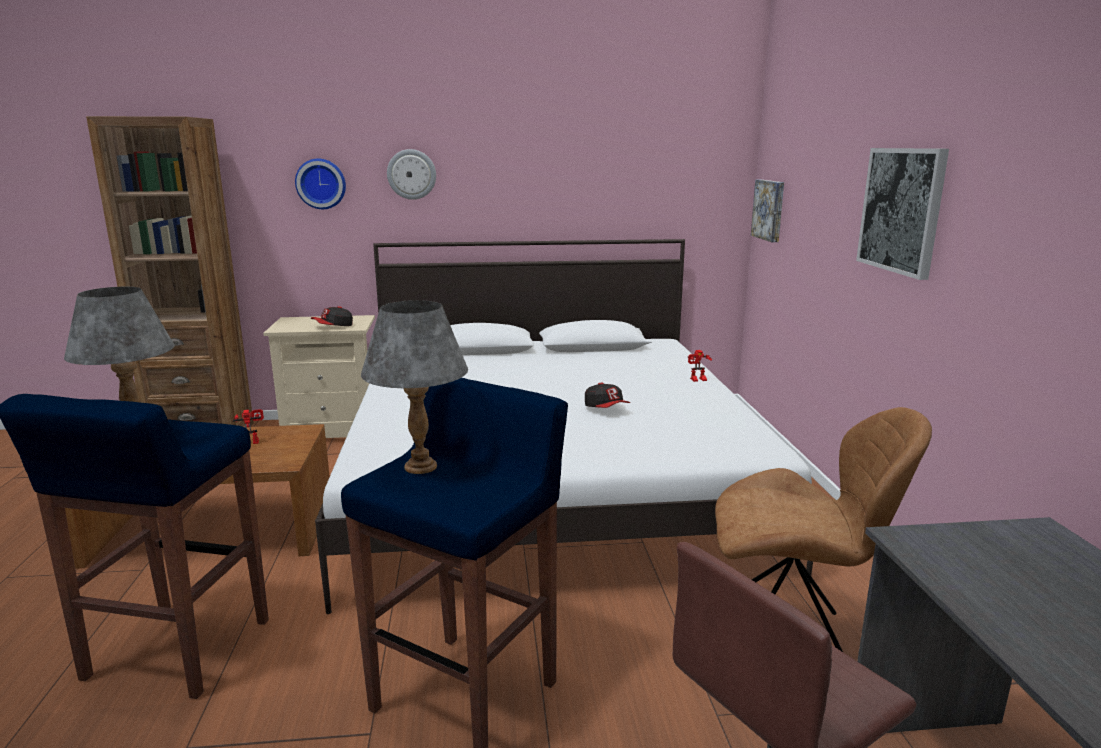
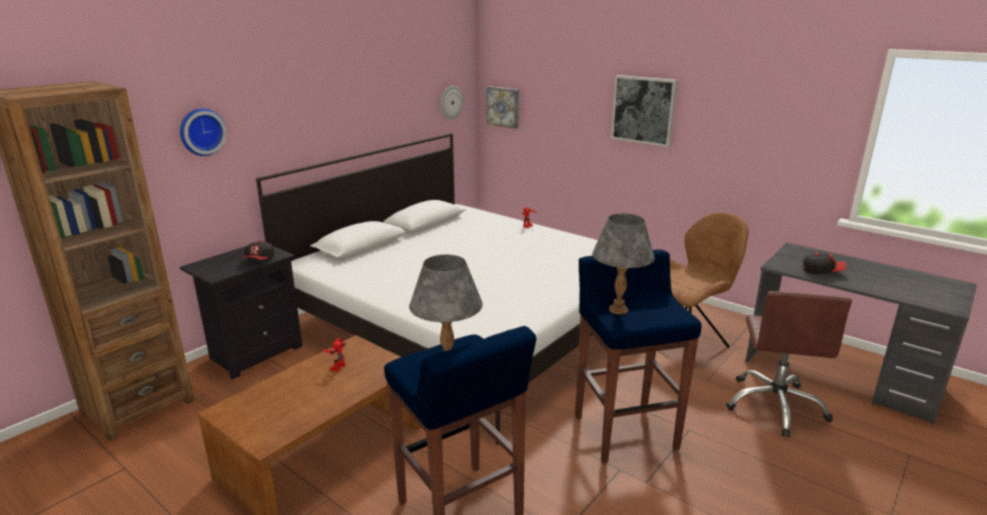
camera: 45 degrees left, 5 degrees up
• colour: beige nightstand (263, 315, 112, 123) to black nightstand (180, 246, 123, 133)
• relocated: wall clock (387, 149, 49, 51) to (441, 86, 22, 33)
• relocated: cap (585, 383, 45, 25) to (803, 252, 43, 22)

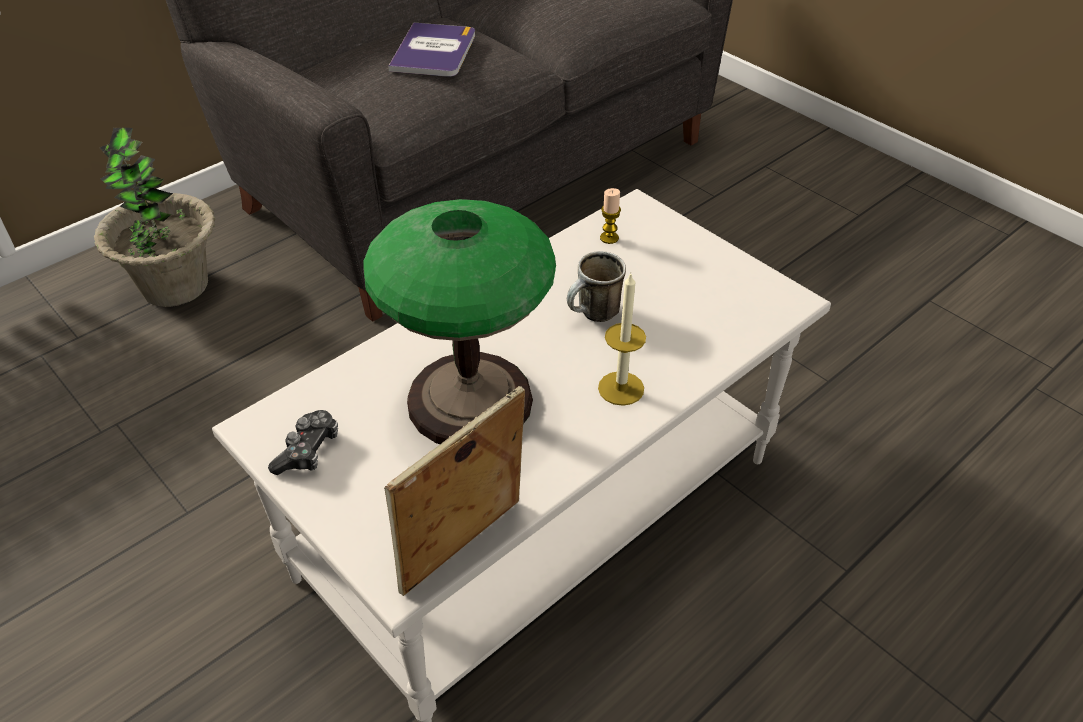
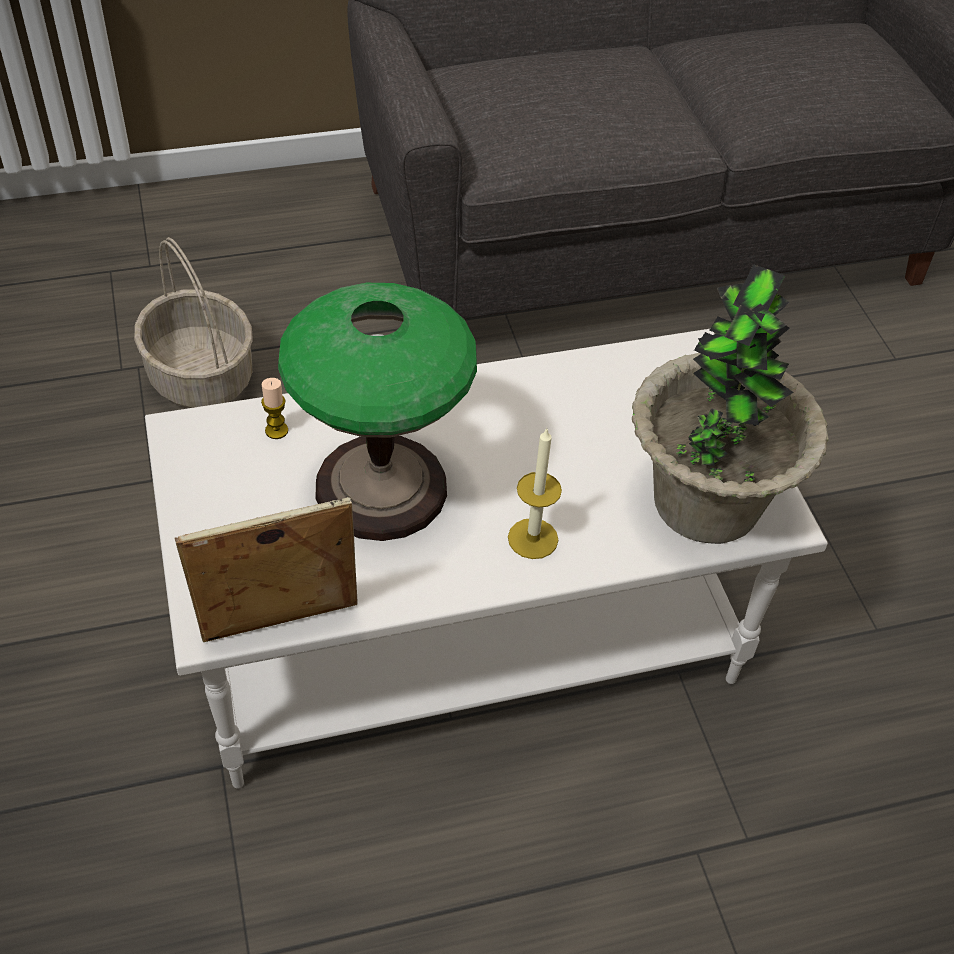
camera: 25 degrees right, 5 degrees up
• relocated: potted plant (94, 128, 121, 179) to (632, 264, 197, 280)
• missing: game controller (268, 410, 70, 65)
• missing: book (388, 22, 87, 55)
• missing: mug (567, 251, 59, 71)
• relocated: candle (600, 188, 21, 56) to (261, 378, 27, 61)
• appeared: basket (134, 237, 119, 171)

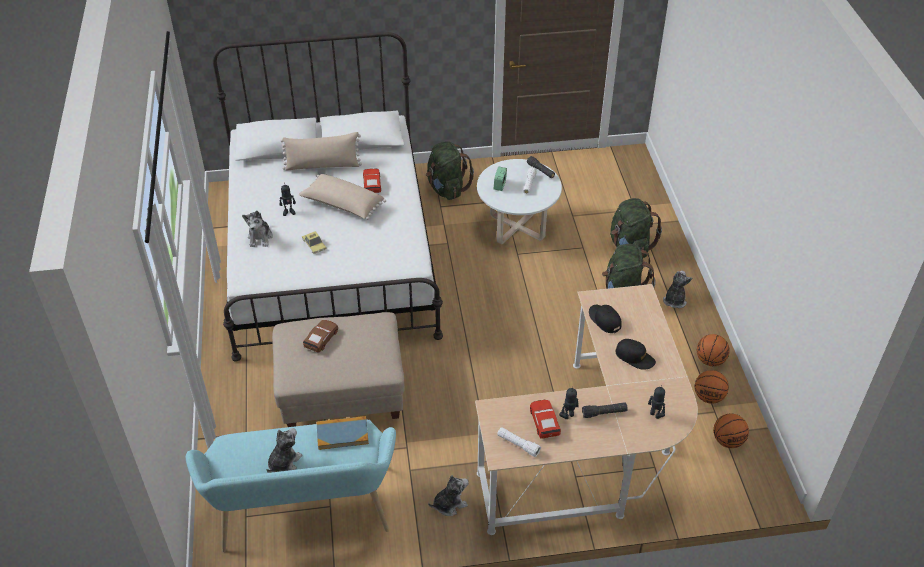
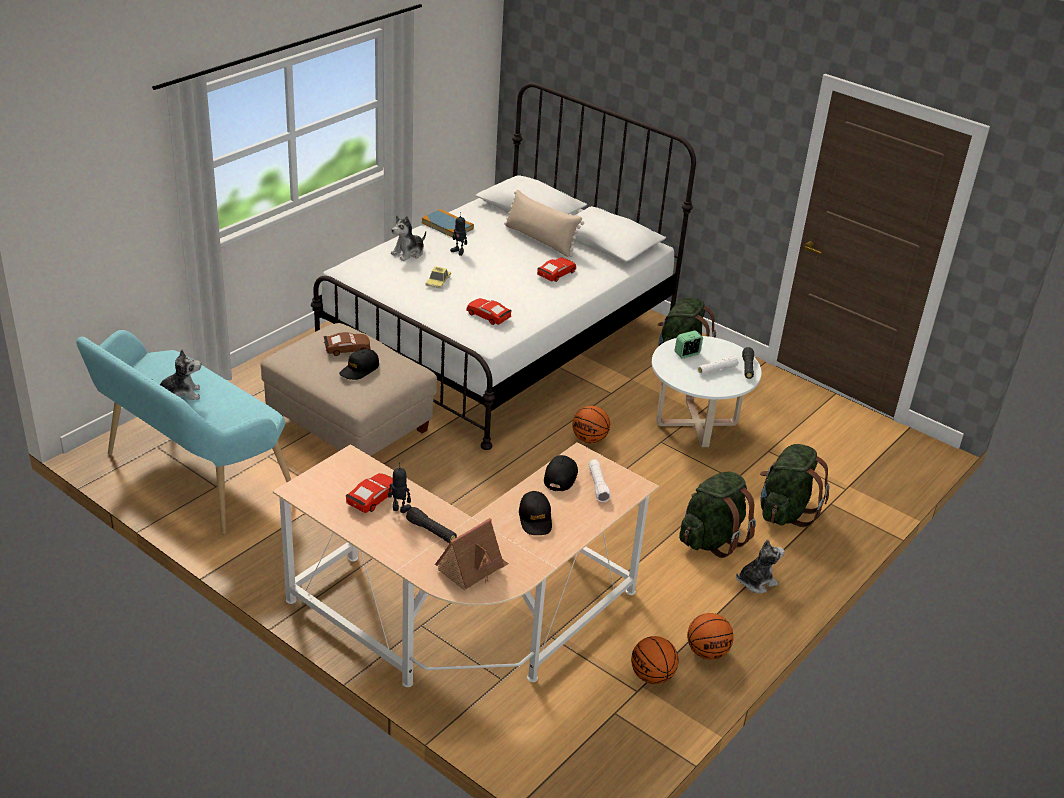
camera: 45 degrees right, 10 degrees down
• missing: beige pillow (299, 174, 87, 46)
• relocated: book (317, 416, 52, 34) to (421, 209, 53, 29)
• missing: plush toy (428, 475, 41, 41)
• relocated: white flashlight (497, 427, 44, 30) to (589, 460, 22, 42)
• exchanged: toy robot (648, 385, 17, 34) to toy house (435, 518, 74, 73)
• relocated: basketball (713, 413, 36, 35) to (573, 406, 37, 38)
• appeared: black cap (339, 349, 40, 31)
• appeared: red toy car (466, 298, 46, 27)

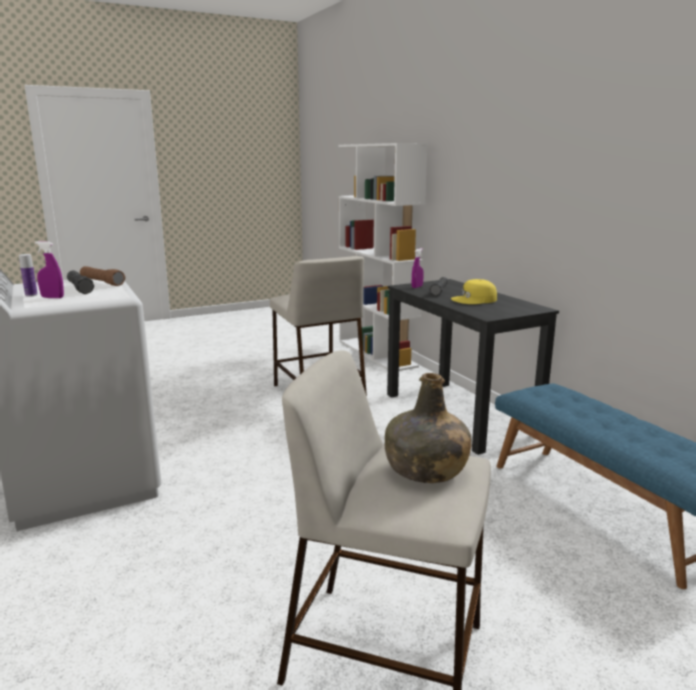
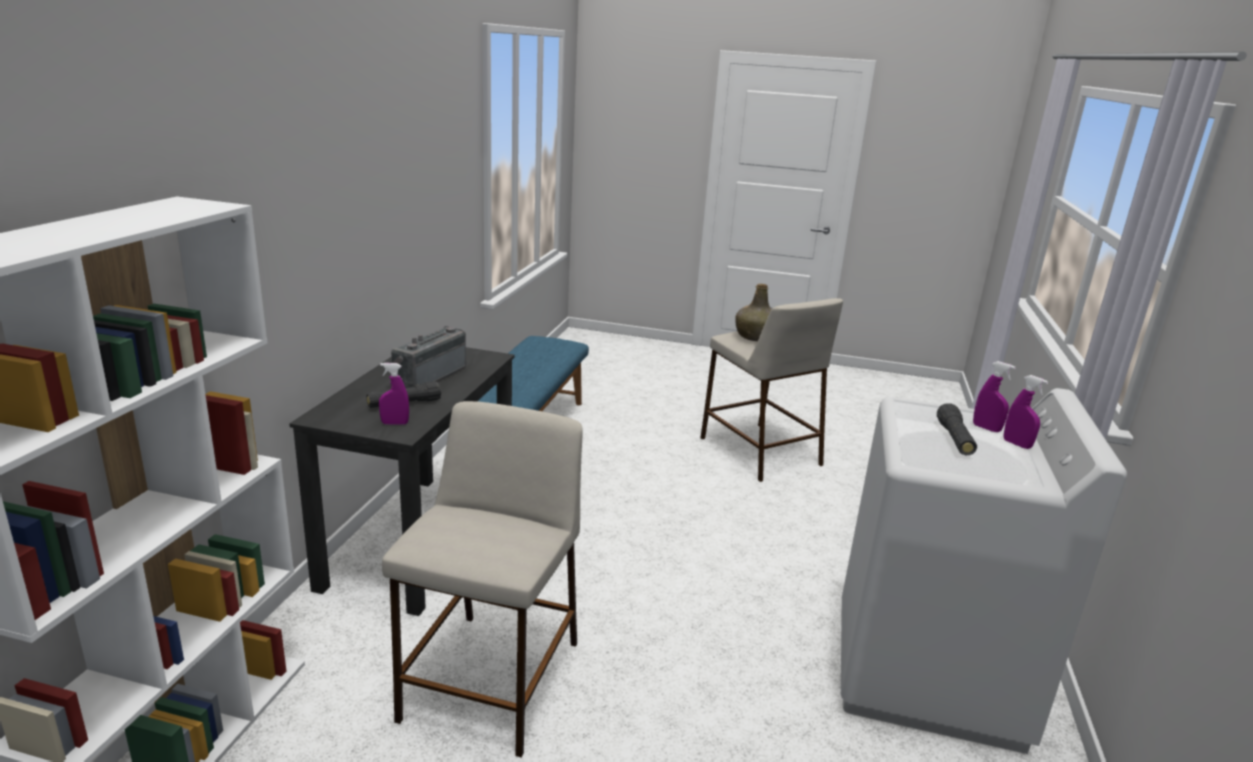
camera: 140 degrees left, 5 degrees up
• exchanged: bottle (19, 254, 19, 43) to purple spray bottle (1004, 375, 44, 74)
• missing: brown flashlight (80, 266, 45, 20)
• exchanged: yellow cap (451, 279, 46, 25) to radio (387, 326, 79, 62)

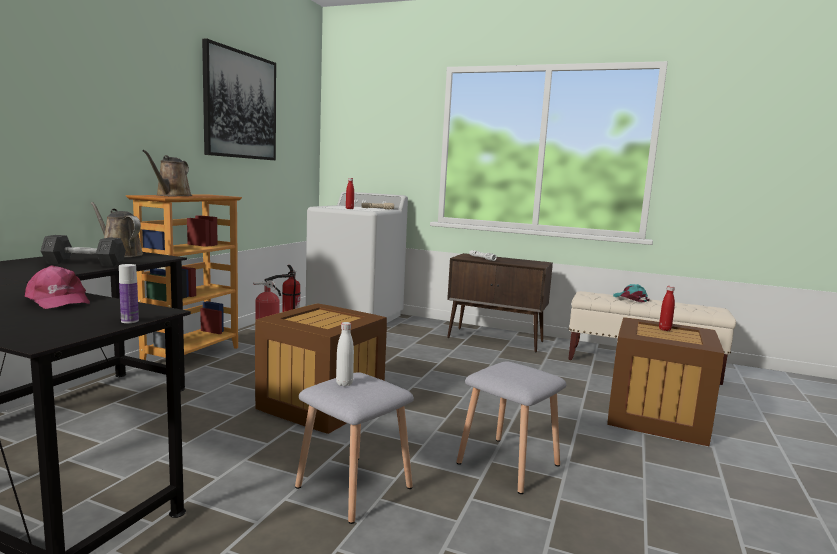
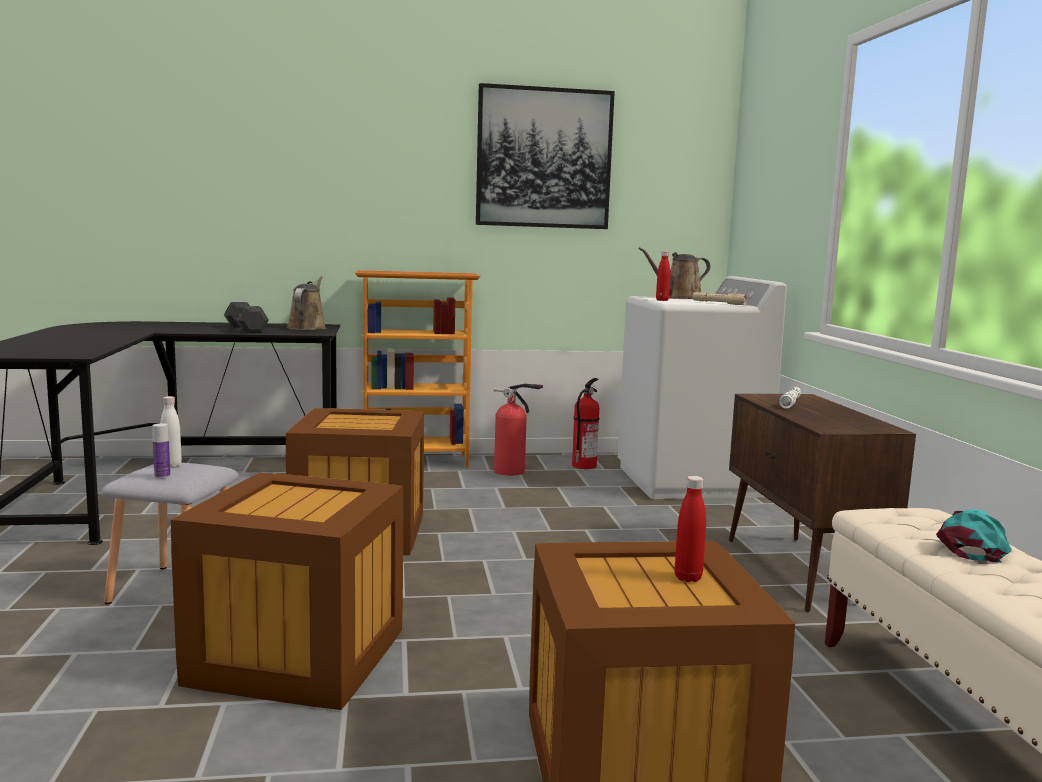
camera: 60 degrees right, 0 degrees up
• missing: pink cap (24, 265, 66, 44)
• relocated: bottle (119, 264, 20, 59) to (152, 423, 18, 56)
• relocated: brown watering can (142, 150, 50, 46) to (639, 247, 71, 52)
• exchanged: grey stool (456, 361, 111, 133) to crate (171, 473, 232, 237)

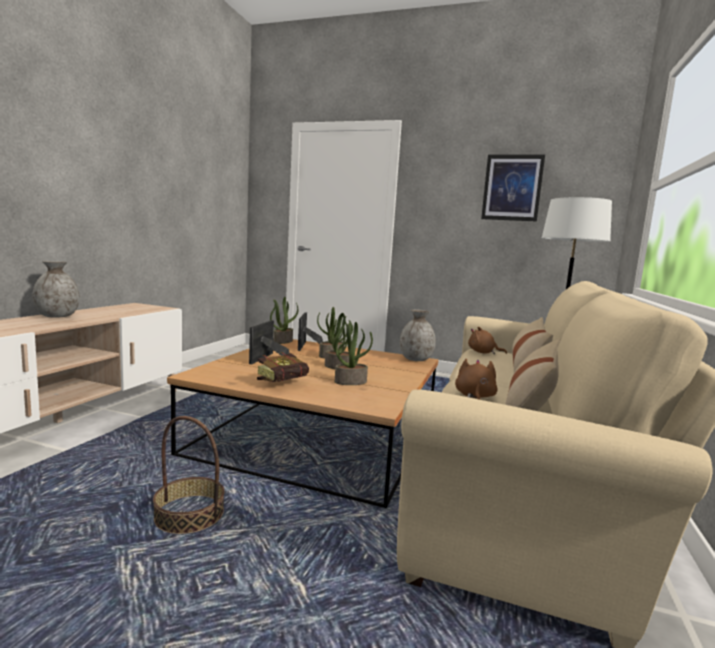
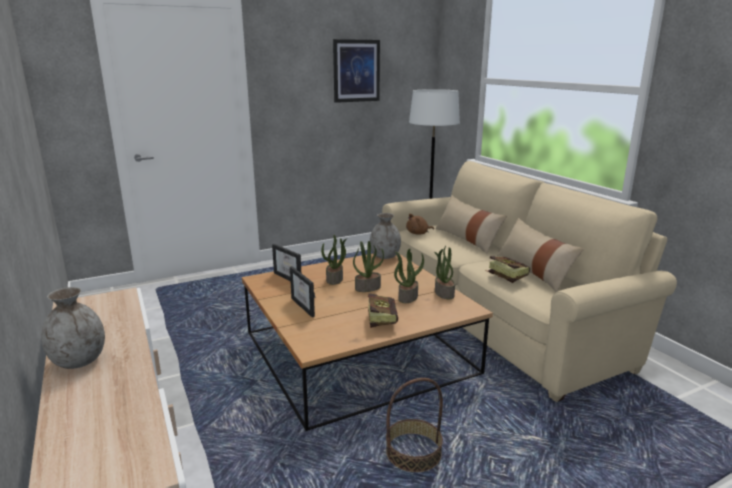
camera: 45 degrees left, 10 degrees up
• relocated: potted plant (270, 297, 28, 47) to (434, 246, 21, 53)
• exchanged: brown plush toy (455, 359, 43, 41) to book (486, 256, 44, 27)

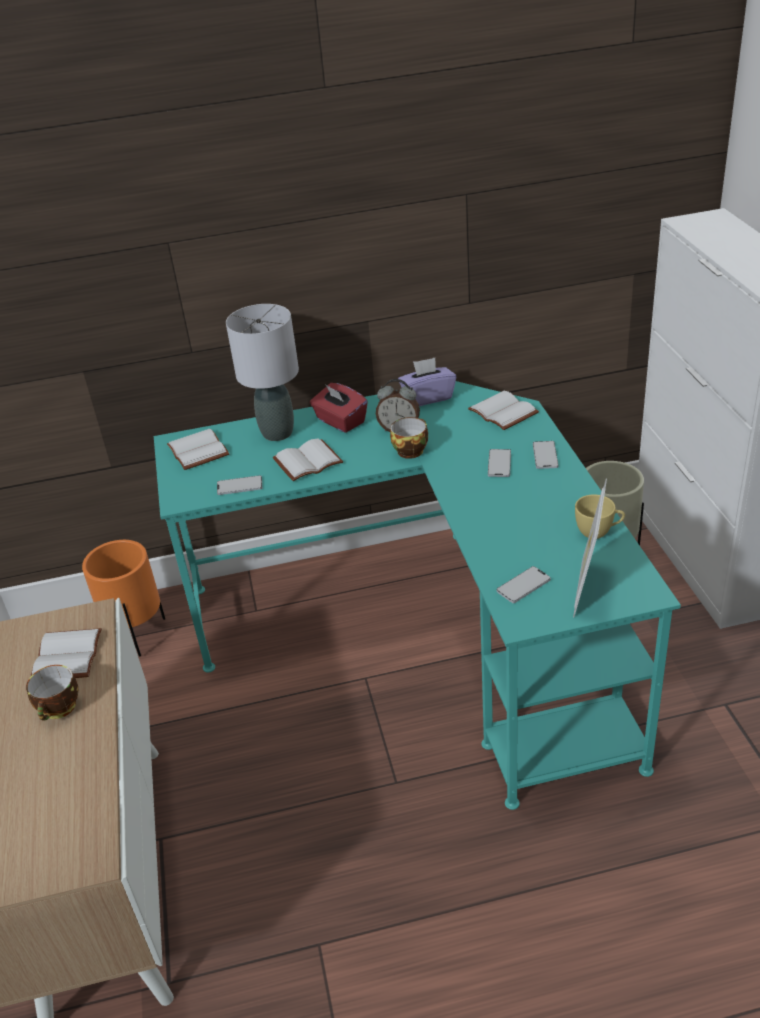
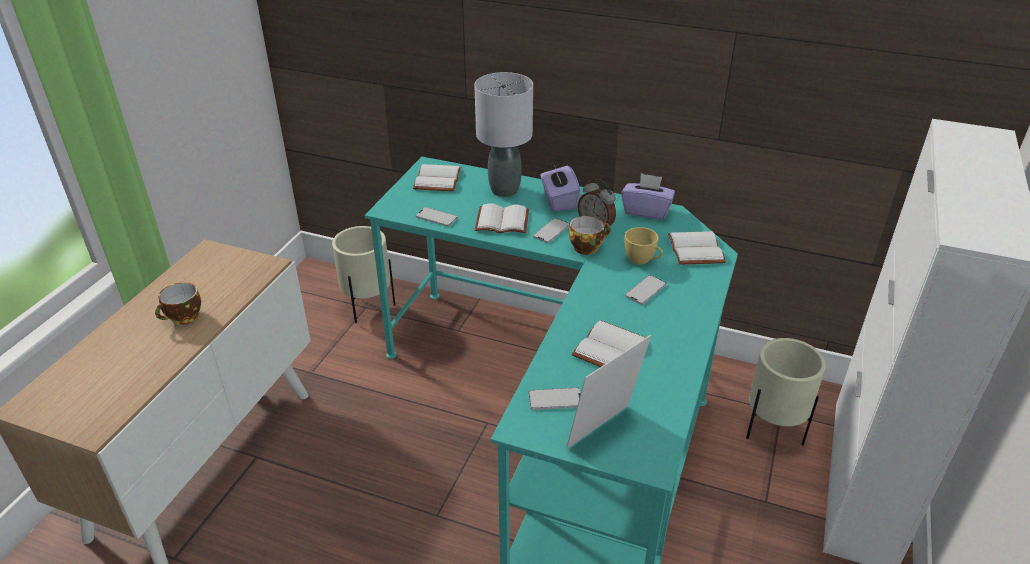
camera: 30 degrees right, 0 degrees up
• relocated: white book (30, 628, 72, 50) to (572, 320, 74, 47)
• colour: orange planter (82, 540, 83, 117) to beige planter (332, 226, 63, 97)
• colour: red tissue box (310, 383, 58, 50) to purple tissue box (540, 165, 40, 46)
• relocated: phone (533, 441, 25, 28) to (533, 218, 37, 25)
• relocated: yellow cup (575, 495, 50, 44) to (625, 227, 38, 38)

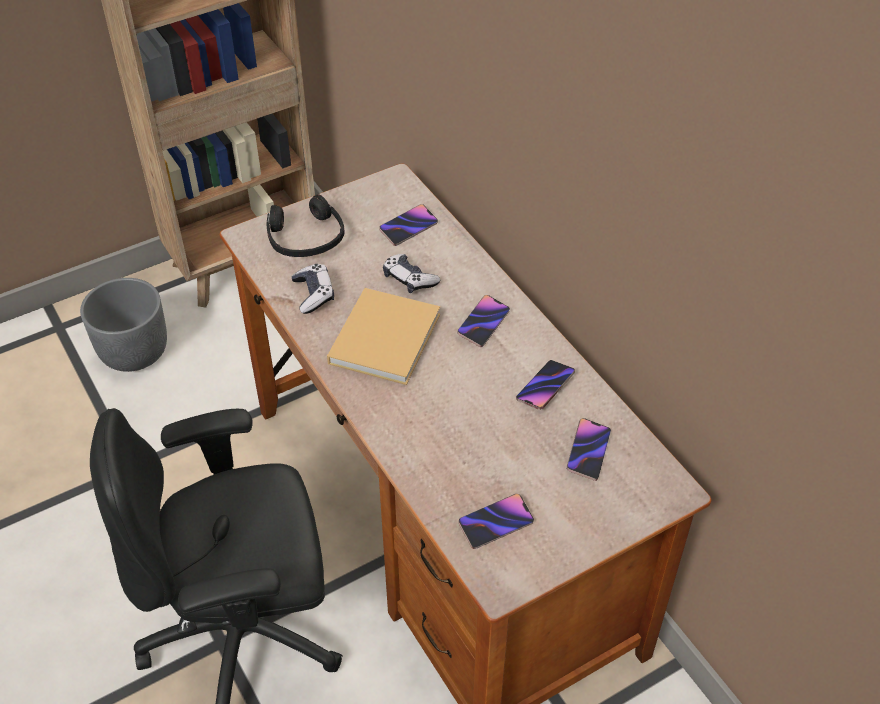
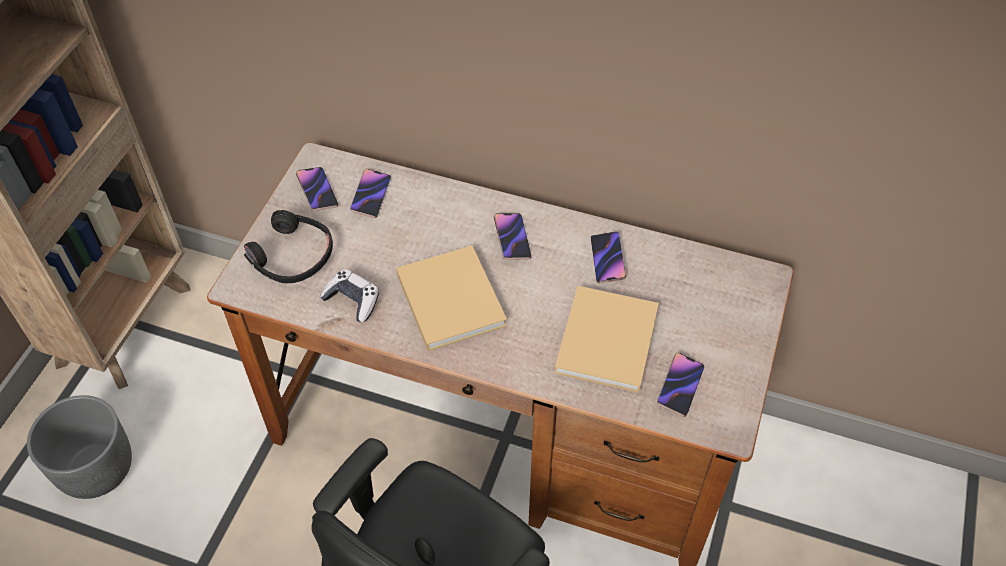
camera: 40 degrees left, 5 degrees up
• missing: game controller (383, 254, 57, 39)
• relocated: phone (566, 418, 45, 63) to (296, 167, 42, 44)
• appeared: beige book (554, 286, 105, 107)

